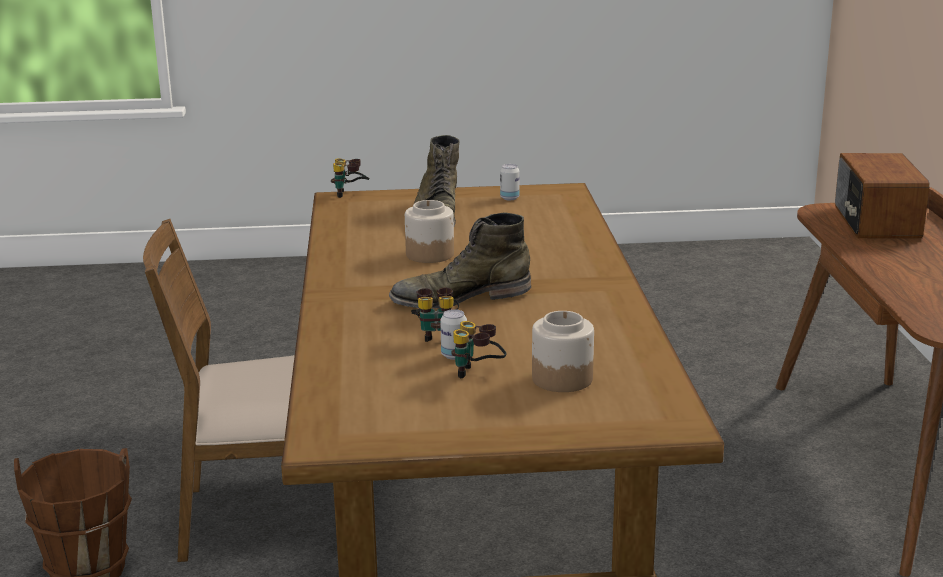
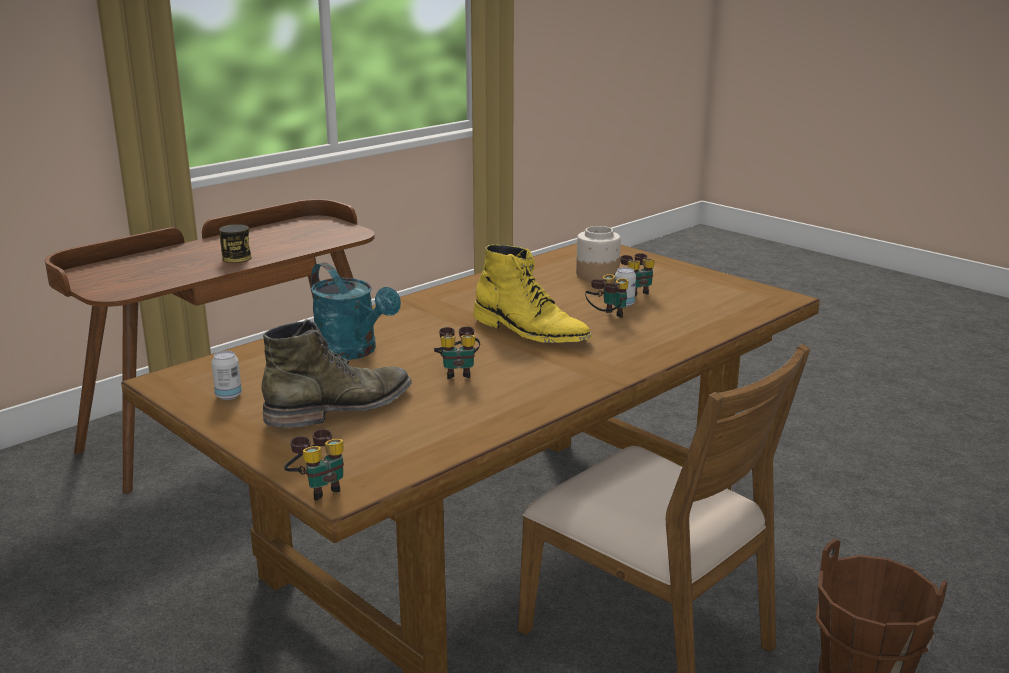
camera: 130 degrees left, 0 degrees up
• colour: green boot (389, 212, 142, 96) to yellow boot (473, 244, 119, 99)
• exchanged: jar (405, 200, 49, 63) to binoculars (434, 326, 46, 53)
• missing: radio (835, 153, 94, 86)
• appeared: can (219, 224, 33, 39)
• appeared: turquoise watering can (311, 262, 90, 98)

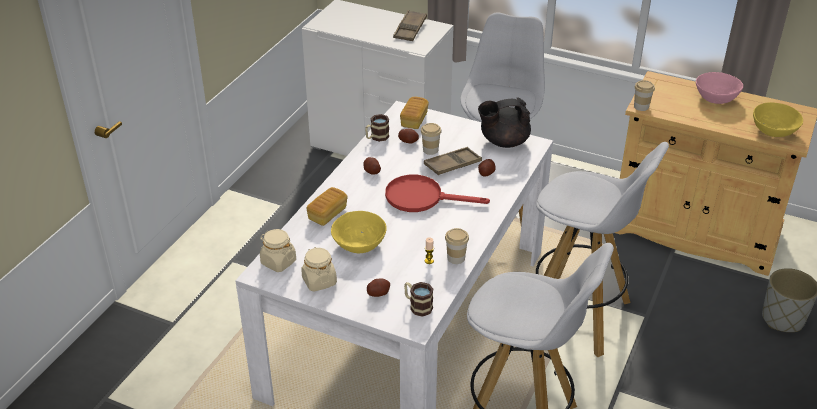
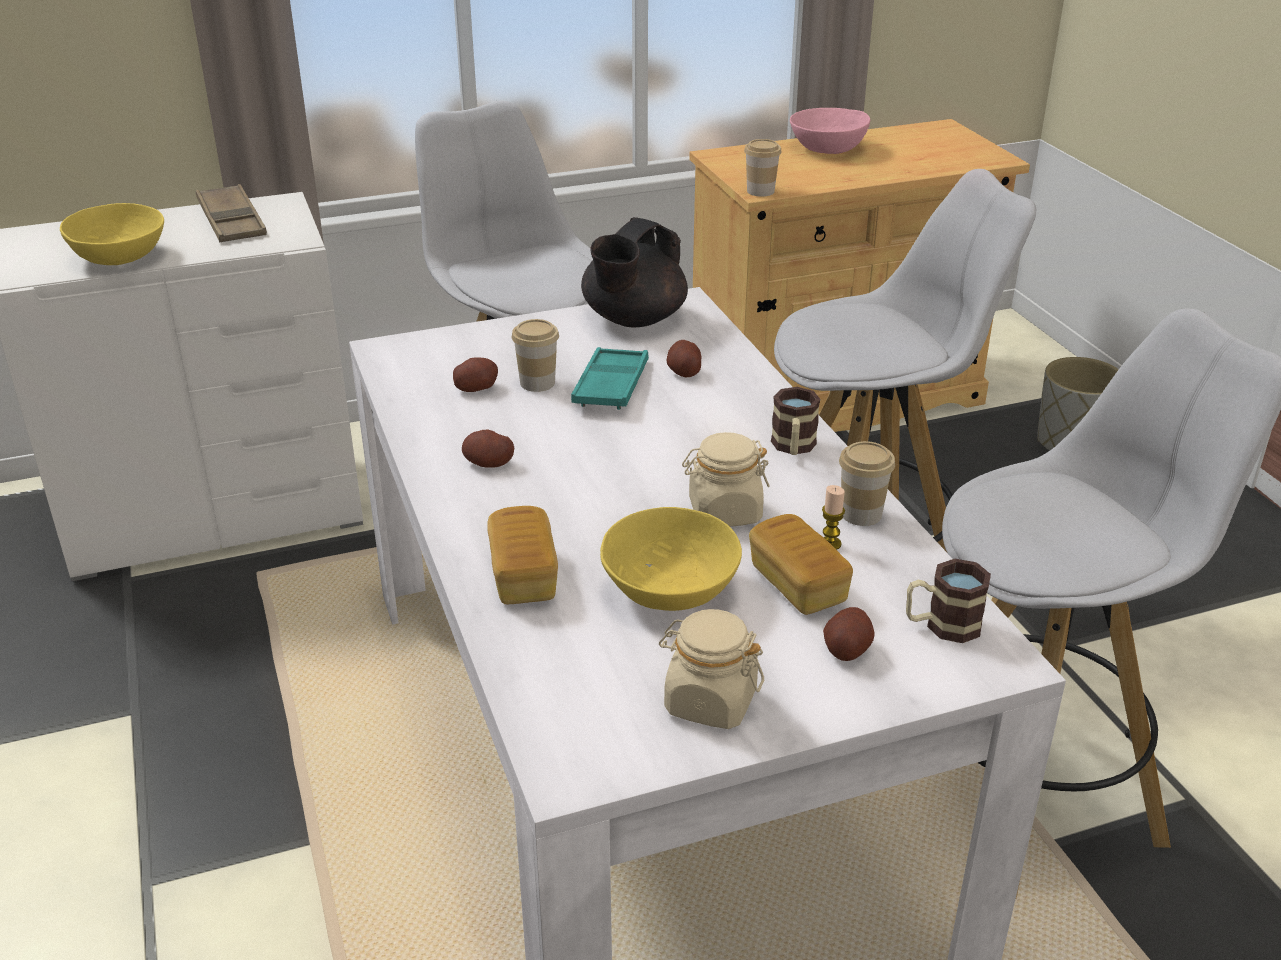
camera: 45 degrees left, 5 degrees down
• relocated: beige jar (260, 229, 36, 43) to (682, 432, 88, 95)
• relocated: mug (365, 114, 24, 28) to (771, 387, 50, 68)
• missing: red frying pan (385, 175, 105, 37)
• relocated: bread (400, 97, 29, 32) to (749, 514, 104, 101)
• colour: brown tray (424, 147, 58, 28) to turquoise tray (571, 347, 78, 63)
• relocated: yellow bowl (753, 102, 50, 35) to (60, 203, 104, 62)

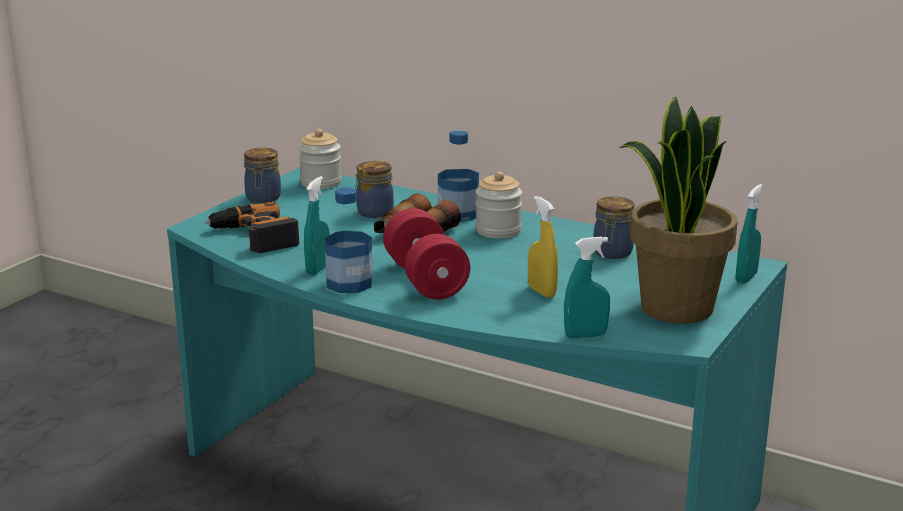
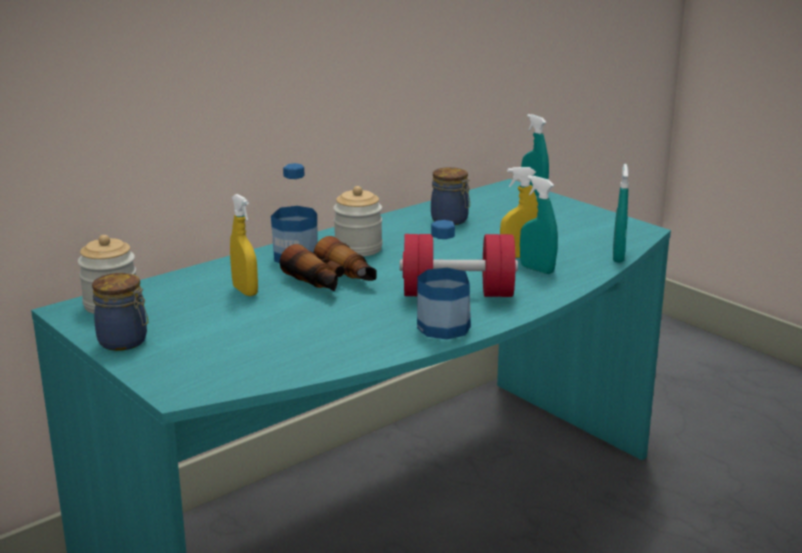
camera: 70 degrees left, 0 degrees up
• missing: power drill (205, 202, 94, 51)
• relocated: turquoise spray bottle (304, 176, 26, 99) to (520, 175, 38, 99)
• exchanged: jar (355, 161, 39, 57) to yellow spray bottle (230, 194, 28, 102)
• missing: potted plant (619, 97, 118, 227)

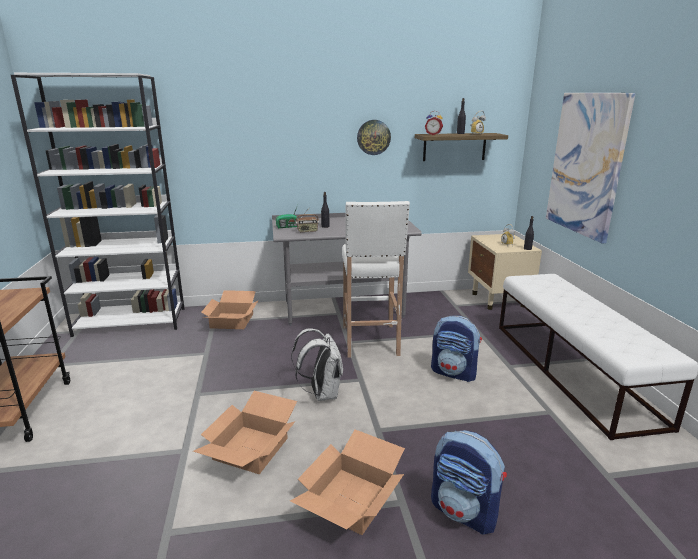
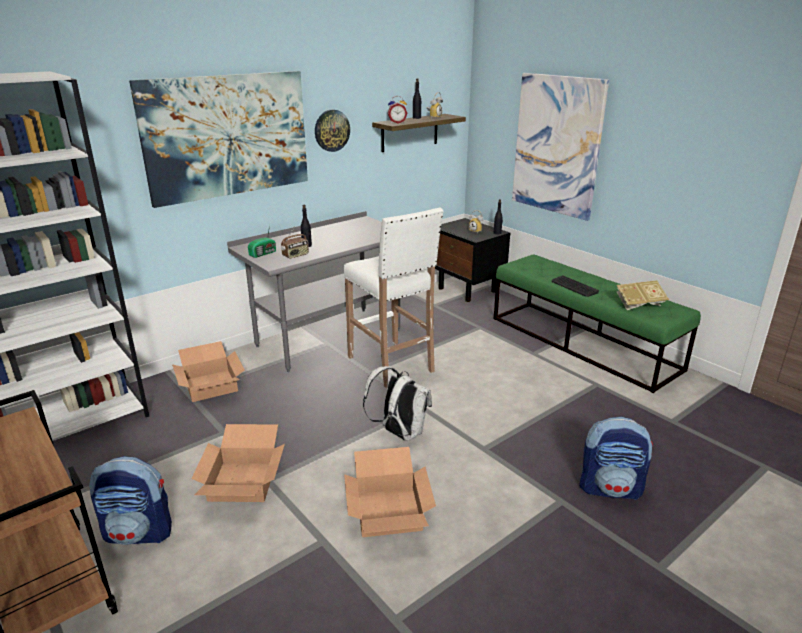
camera: 30 degrees left, 5 degrees up
• relocated: cardboard box (290, 429, 115, 106) to (191, 424, 94, 78)
• relocated: backpack (431, 316, 51, 66) to (89, 456, 83, 89)
• colour: beige nightstand (468, 234, 74, 76) to black nightstand (435, 218, 75, 84)
• colour: white bench (499, 274, 199, 166) to green bench (494, 254, 207, 139)
• appeared: picture (129, 71, 179, 137)
• appeared: keyboard (552, 275, 47, 22)
• appeared: book (616, 280, 53, 30)

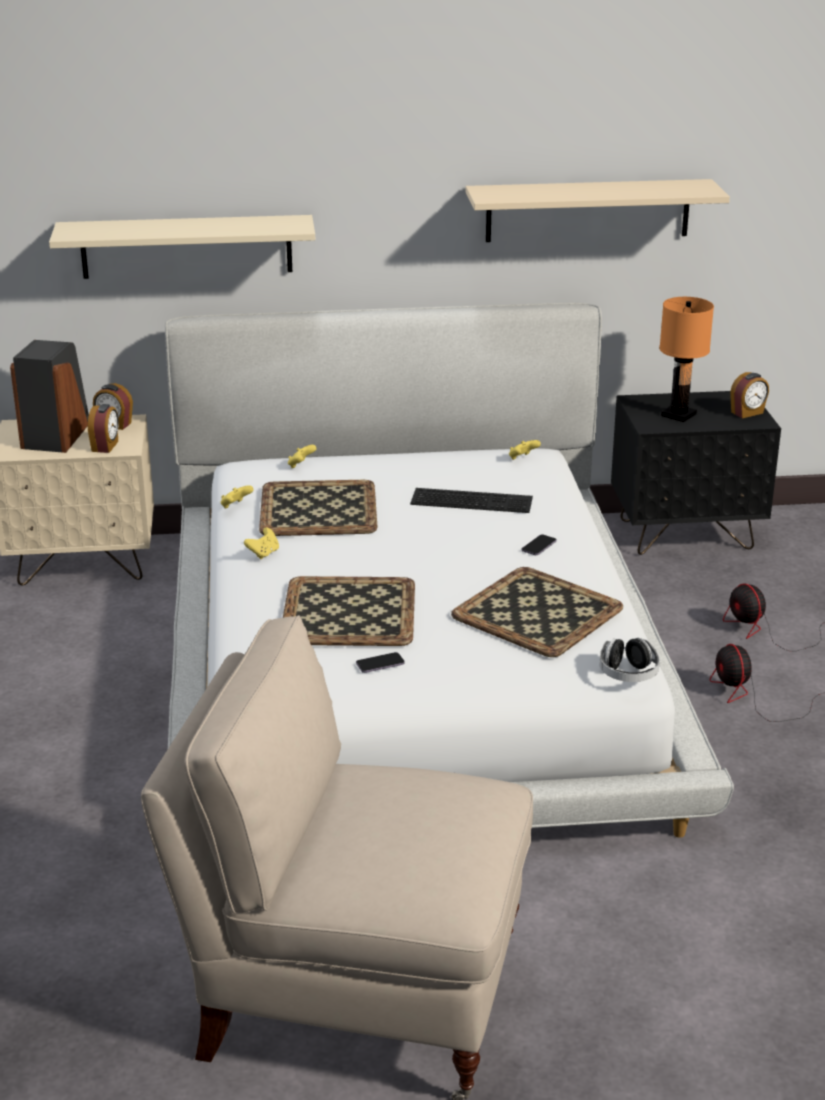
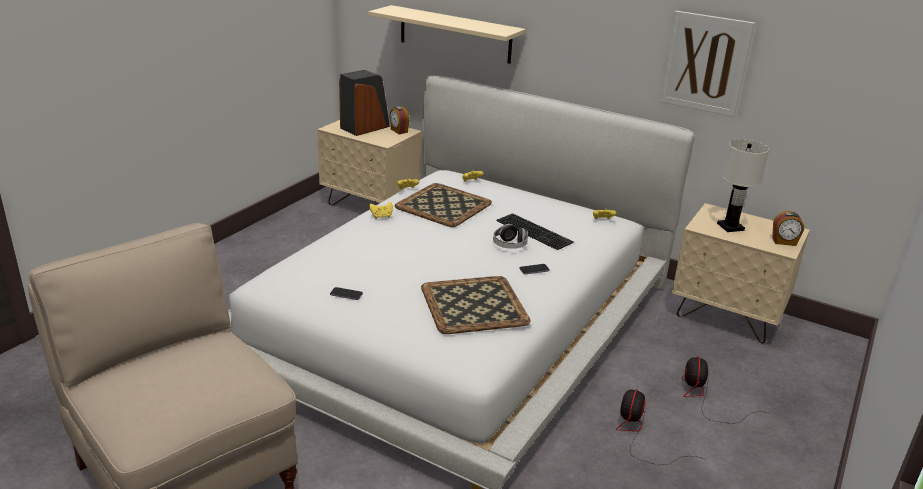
camera: 35 degrees right, 0 degrees up
• missing: alarm clock (88, 404, 31, 49)
• missing: tray (283, 576, 132, 70)
• exchanged: beige shelf (465, 179, 265, 63) to picture (660, 11, 95, 106)
• relocated: headphones (599, 638, 61, 44) to (493, 224, 35, 25)
• colour: black nightstand (611, 391, 170, 164) to beige nightstand (672, 203, 138, 141)
• colour: orange table lamp (659, 297, 55, 125) to white table lamp (717, 139, 52, 93)

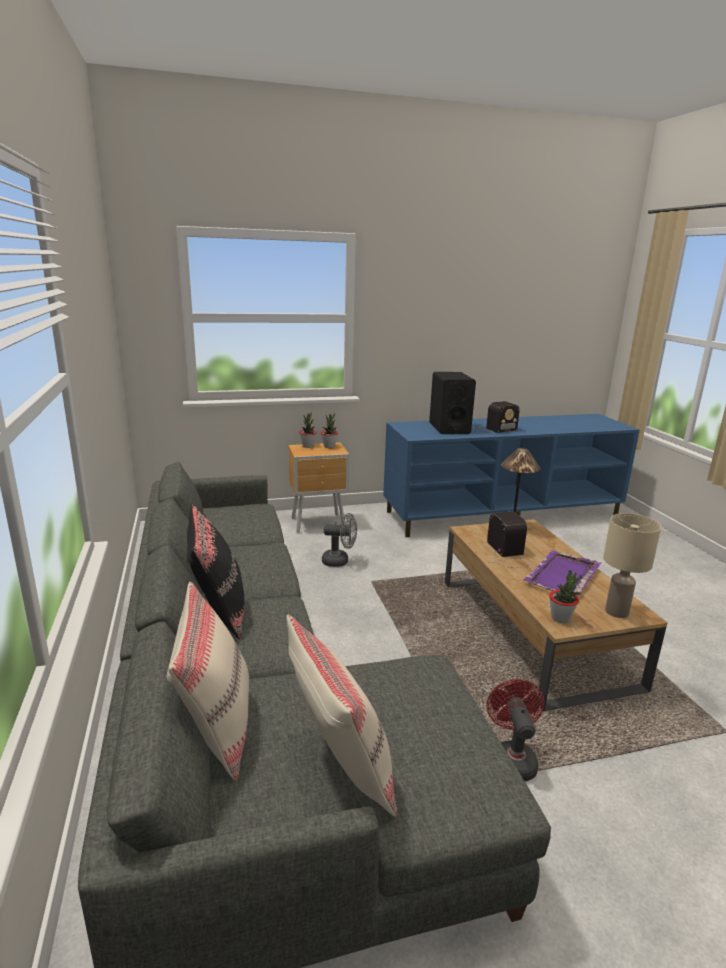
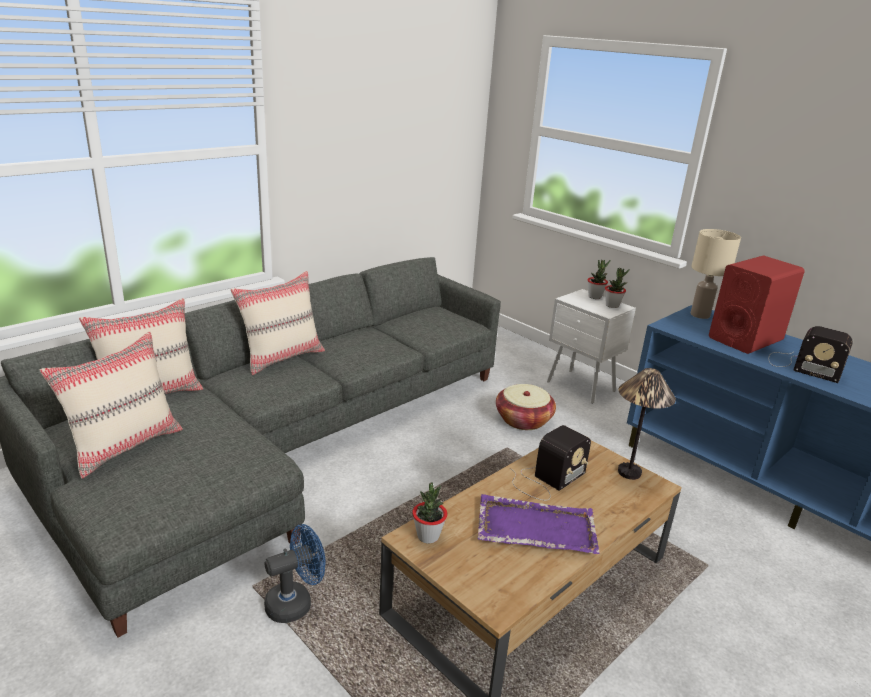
camera: 60 degrees right, 5 degrees up
• colour: black pillow (187, 504, 57, 135) to beige pillow (230, 271, 95, 104)
• colour: brown nightstand (288, 443, 61, 90) to white nightstand (547, 289, 89, 115)
• exchanged: grey fan (322, 513, 35, 54) to basket (496, 384, 60, 46)
• colour: black speaker (429, 372, 47, 62) to red speaker (709, 255, 96, 99)
• colour: red fan (487, 679, 58, 102) to blue fan (264, 524, 62, 99)
• relocated: beige table lamp (603, 513, 58, 105) to (691, 229, 50, 90)

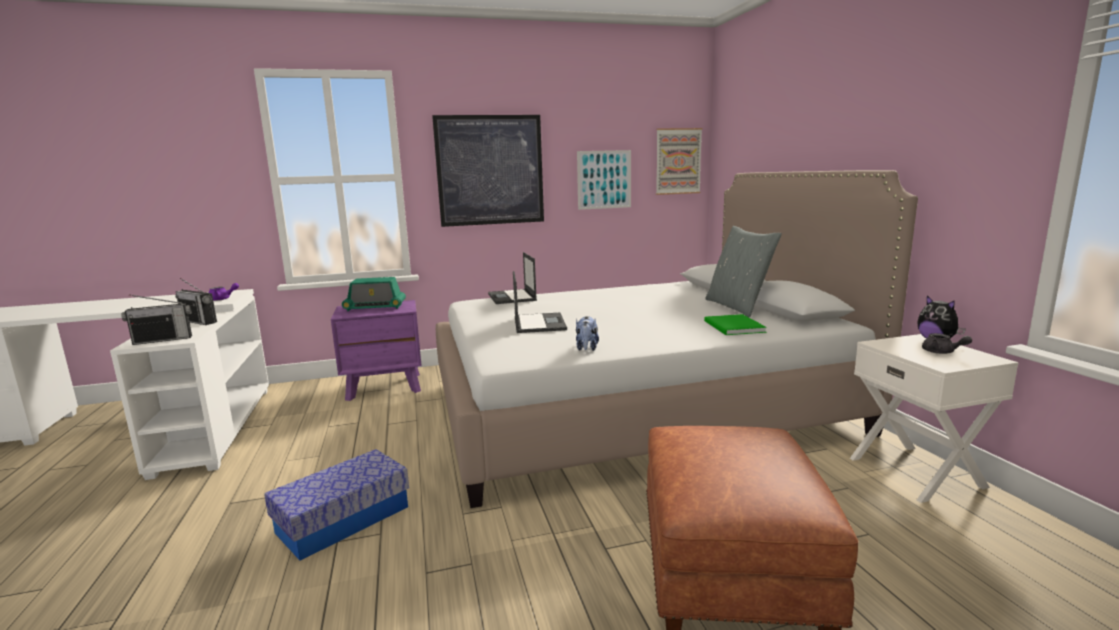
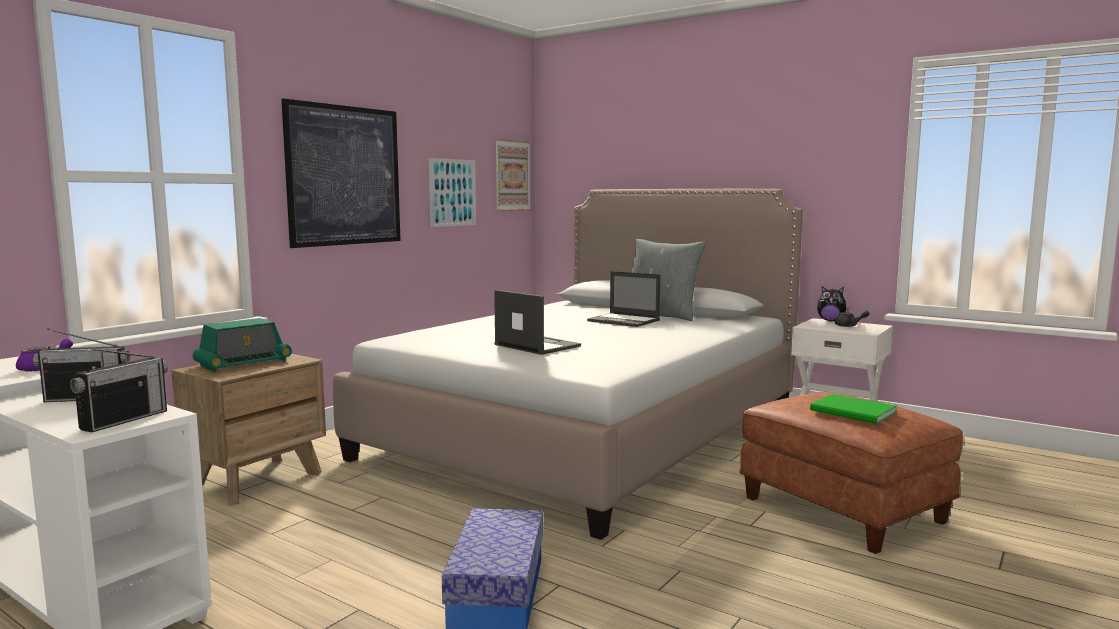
camera: 40 degrees left, 5 degrees down
• colour: purple nightstand (331, 300, 91, 101) to brown nightstand (171, 354, 155, 152)
• relocated: laptop (488, 252, 49, 52) to (587, 271, 73, 56)
• missing: plush toy (576, 316, 23, 35)
• relocated: green book (704, 314, 63, 21) to (810, 394, 87, 30)

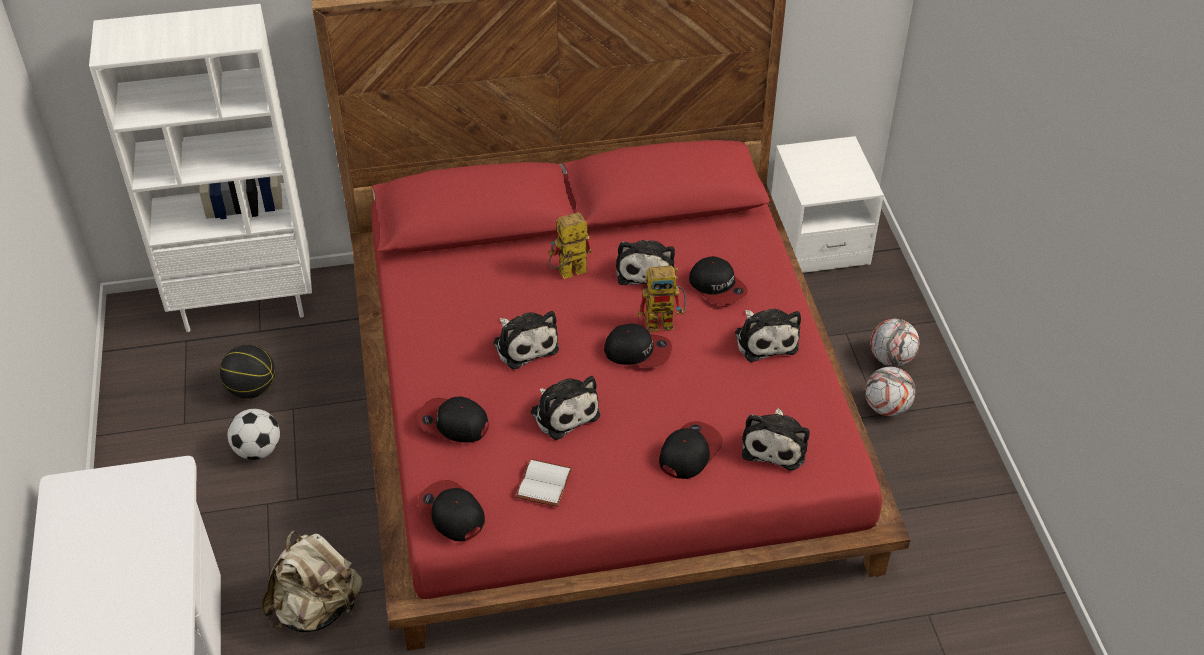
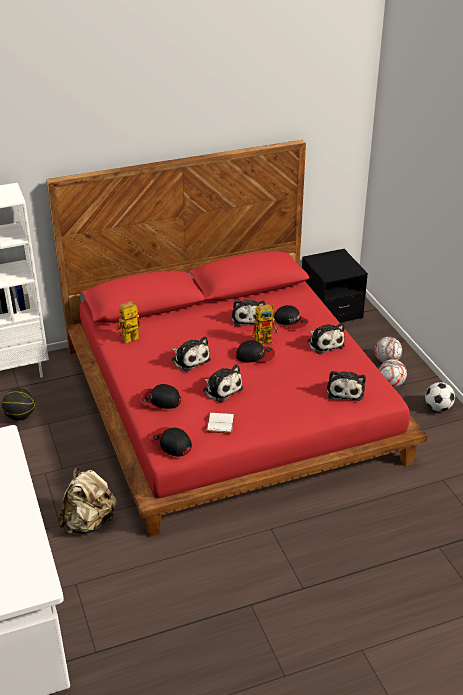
camera: 10 degrees left, 10 degrees down
• relocated: football (228, 409, 52, 51) to (425, 382, 30, 30)
• relocated: toy robot (548, 212, 44, 67) to (115, 301, 26, 42)
• missing: cap (659, 421, 63, 58)
• colour: white nightstand (771, 136, 113, 137) to black nightstand (302, 249, 66, 74)

